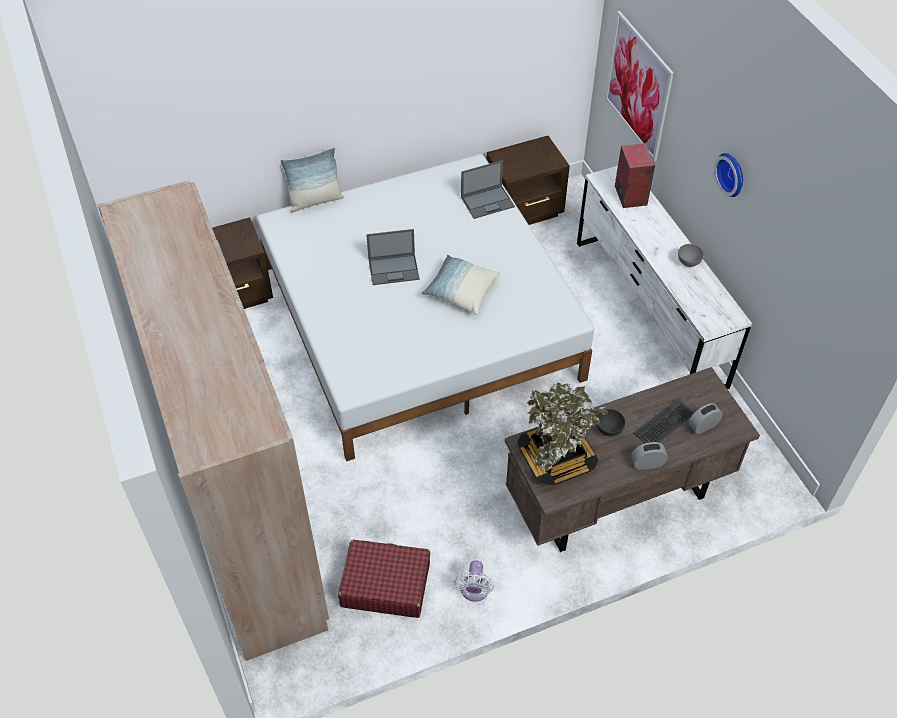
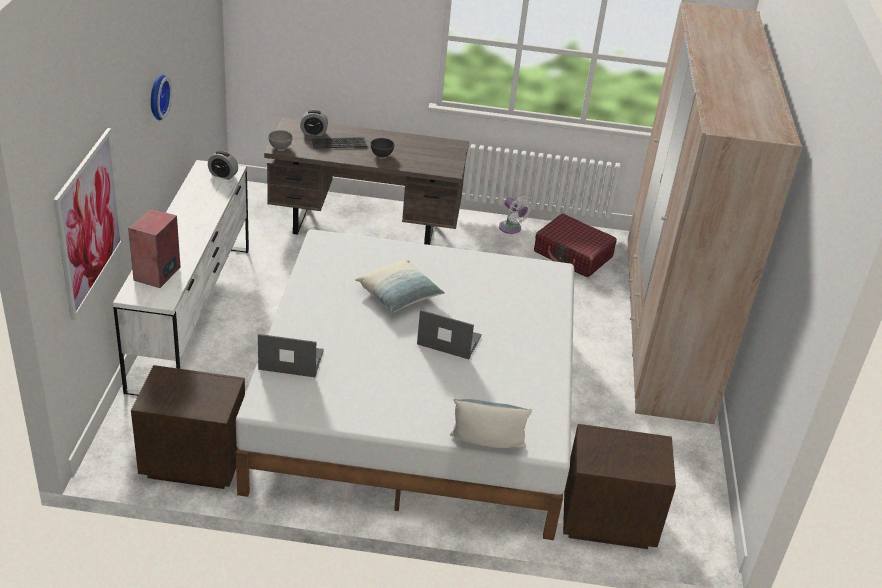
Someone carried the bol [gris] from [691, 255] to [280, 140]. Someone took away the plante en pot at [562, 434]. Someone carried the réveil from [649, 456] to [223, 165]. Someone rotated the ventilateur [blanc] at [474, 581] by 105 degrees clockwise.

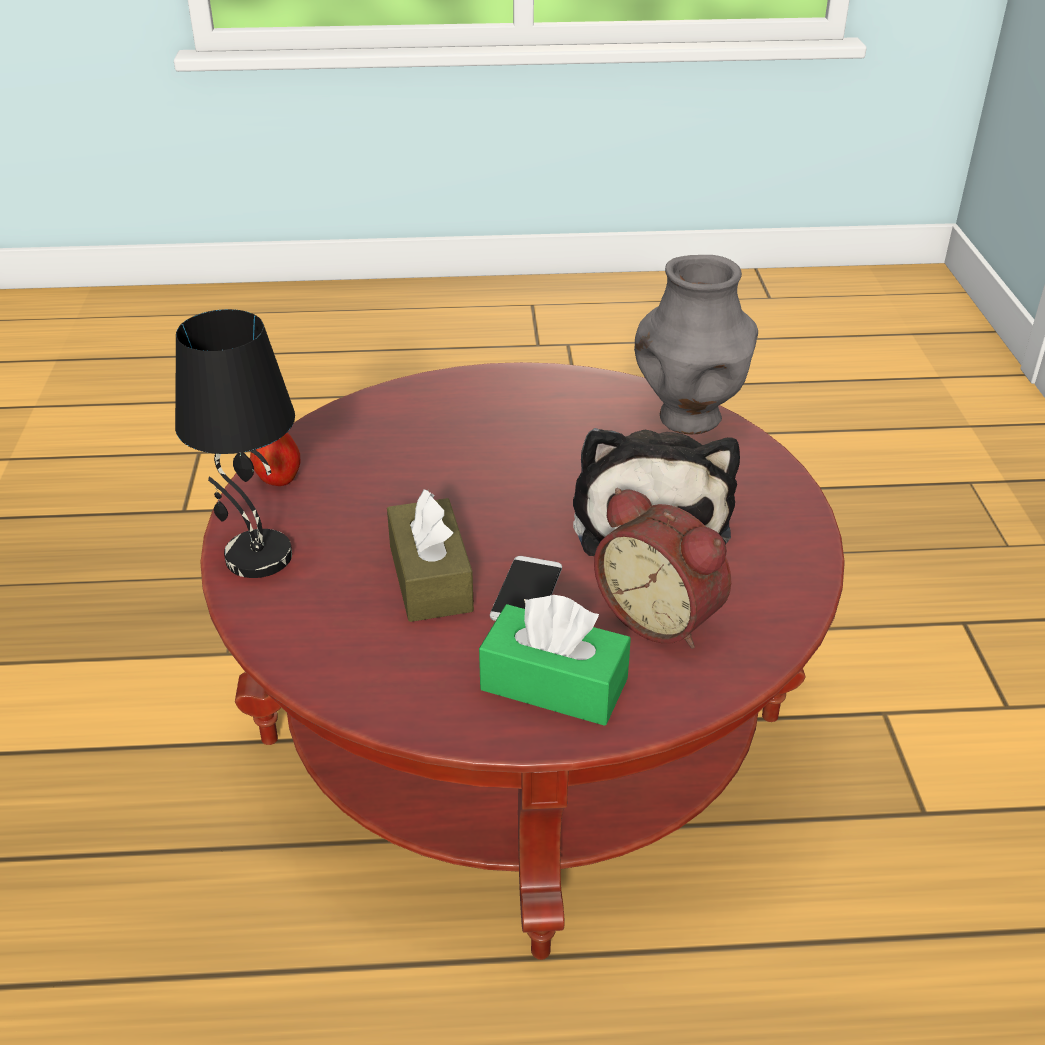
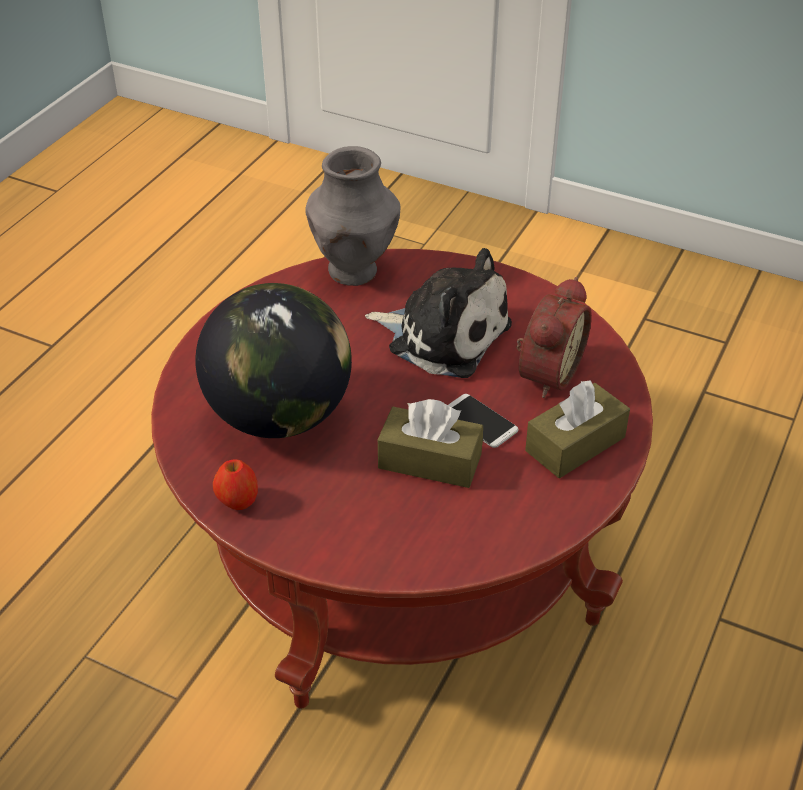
Someone took away the lampe de table [noir] at [235, 443]. Someone rotated the réveil at [662, 568] by 45 degrees counterclockwise. Someone repainted the boîte à mouchoirs [vert] at [555, 660], which became the boîte à mouchoirs [marron] at [577, 429]. Someone put down the globe at [273, 360].

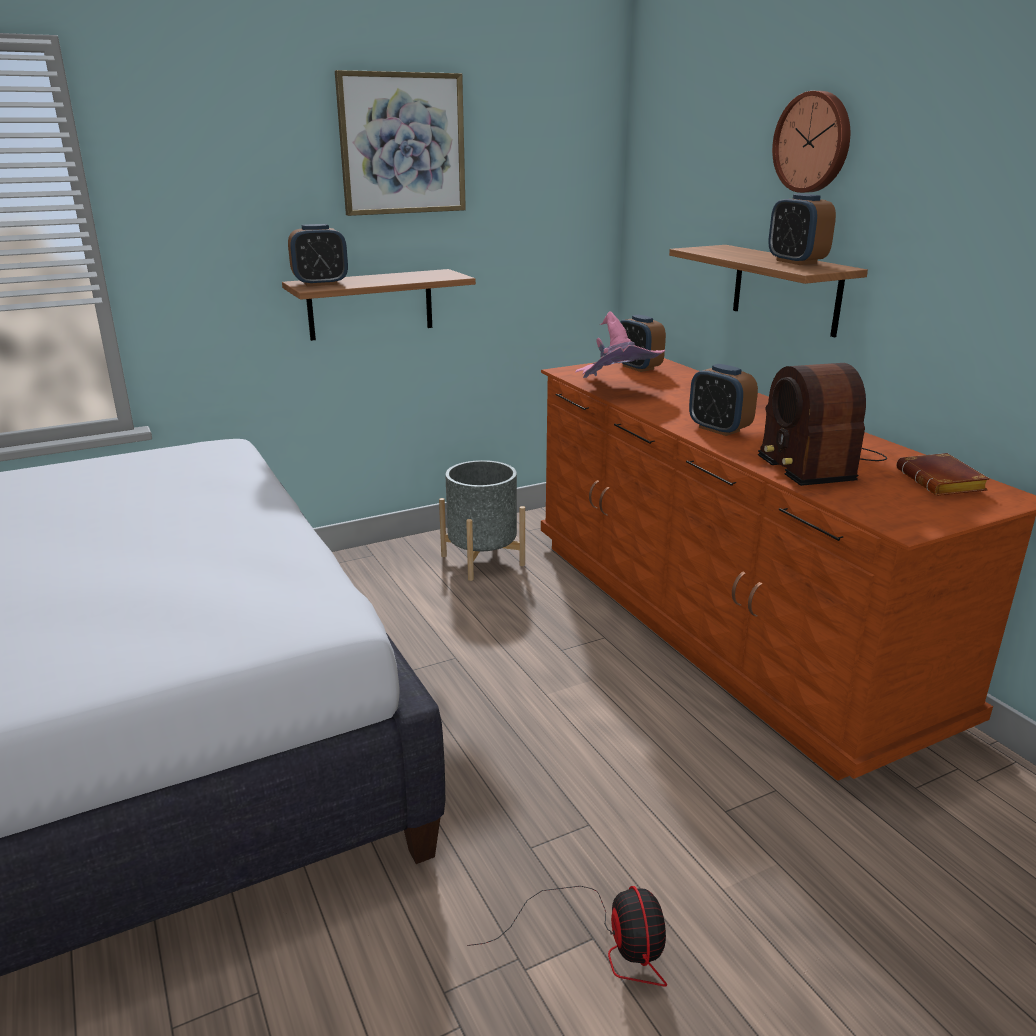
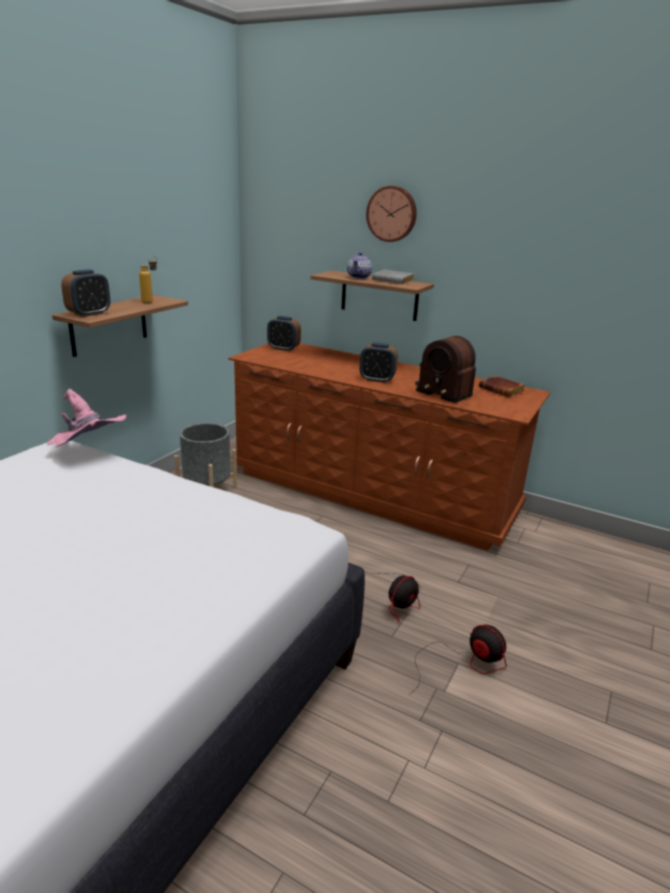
Someone took away the tableau at [400, 143]. Someone swapped the réveil at [802, 229] for the livre [gris] at [393, 276]. Someone carried the chapeau [rose] from [620, 344] to [86, 418]. Someone put down the théière at [359, 265]. Someone put down the bouteille at [148, 279]. Someone put down the ventilateur at [393, 596].

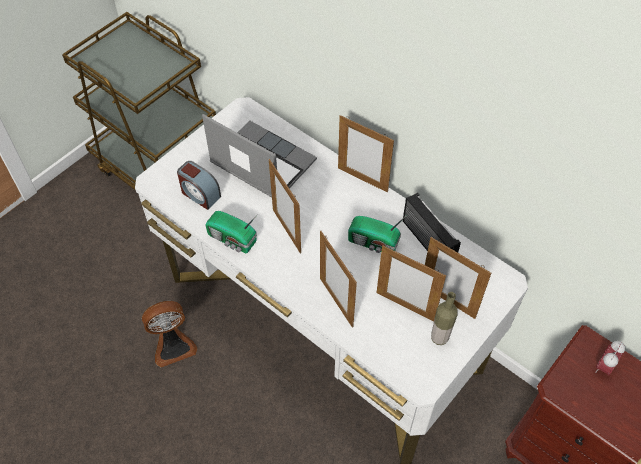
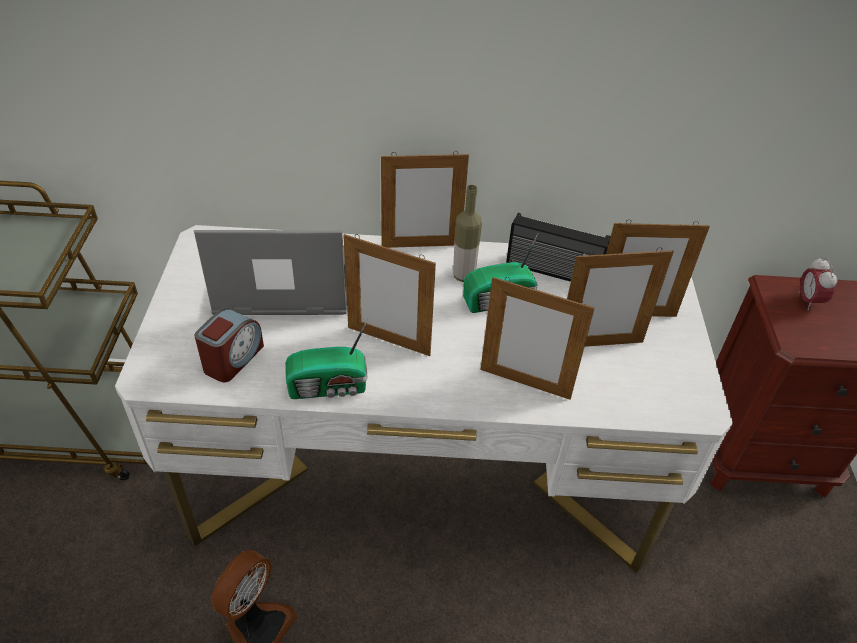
Someone rotated the réveil at [199, 185] by 60 degrees counterclockwise. Someone carried the bouteille from [444, 318] to [467, 233].

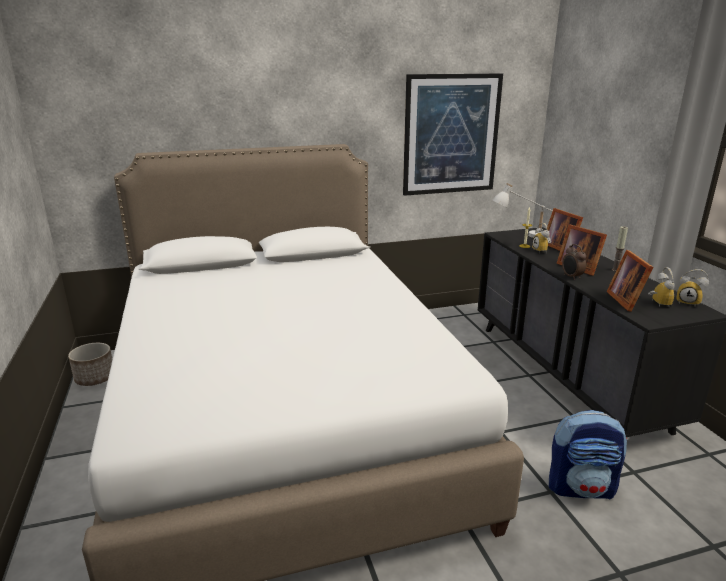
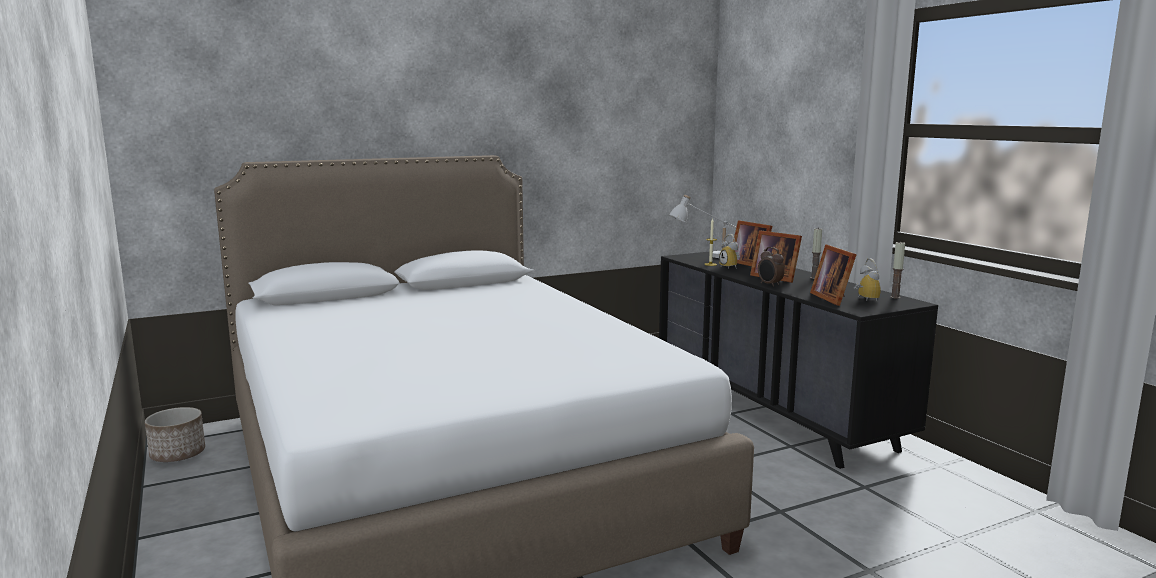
Someone took away the tableau at [453, 134]. Someone swapped the réveil at [692, 287] for the bougie at [897, 270]. Someone took away the sac à dos at [588, 455].

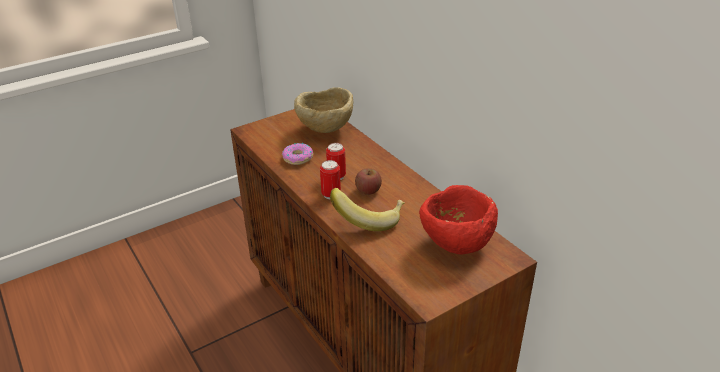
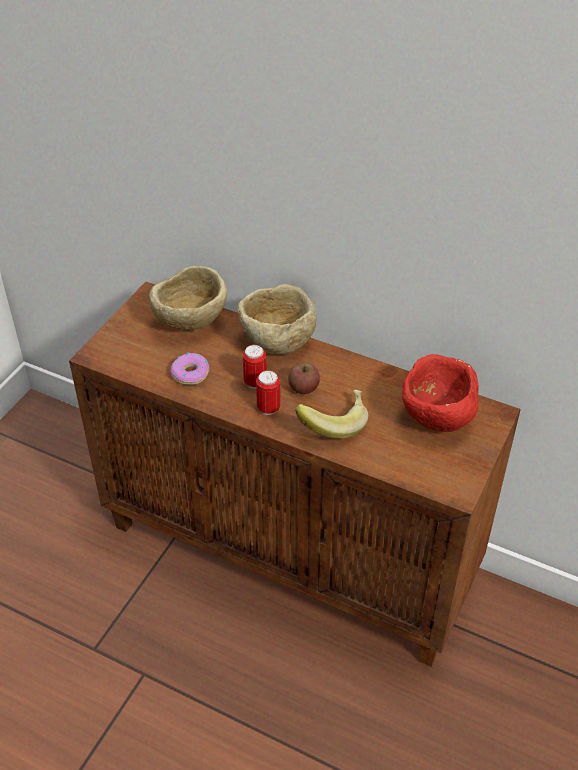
Someone put down the bol [beige] at [277, 319].

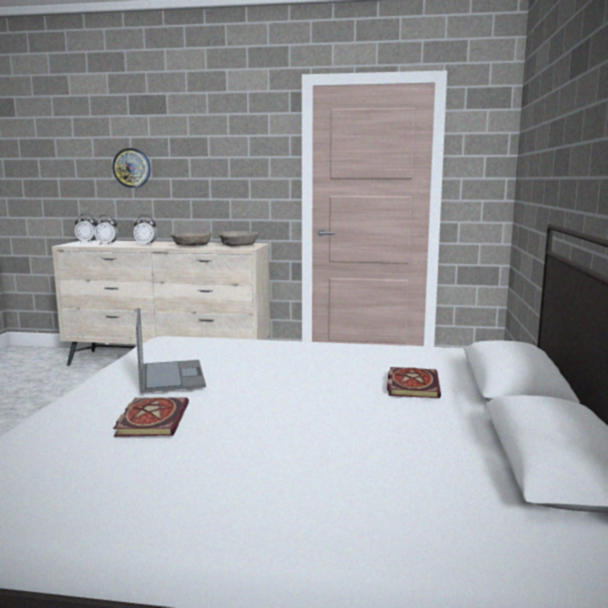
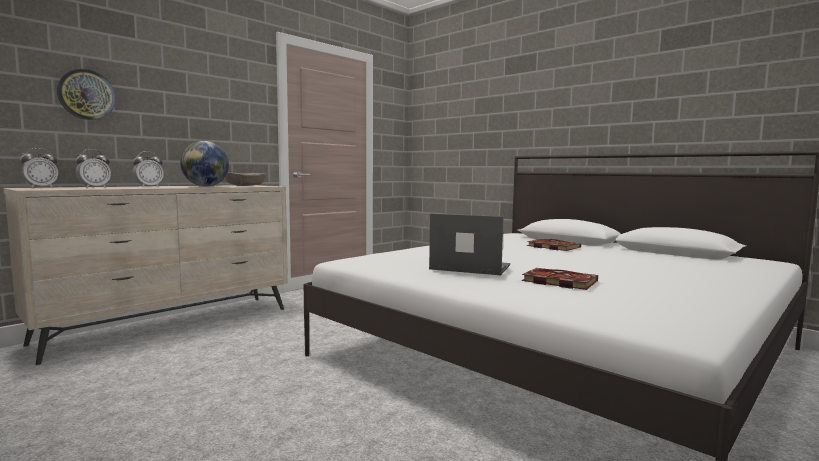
Someone swapped the bol [beige] at [191, 239] for the globe at [204, 164].

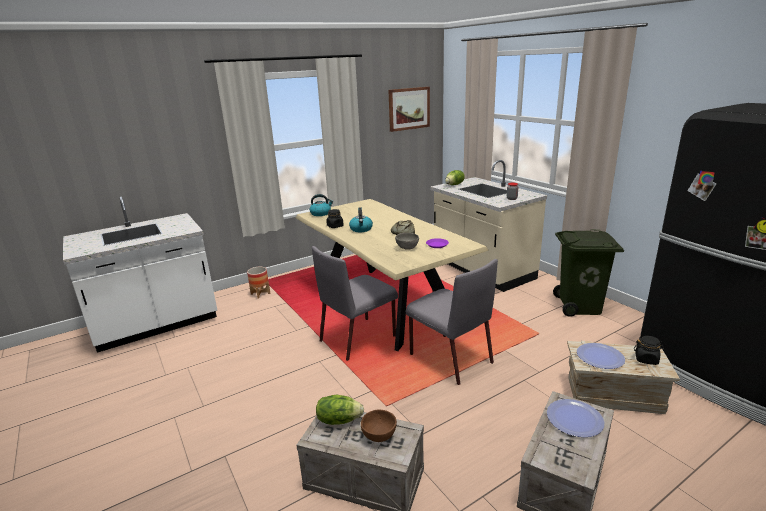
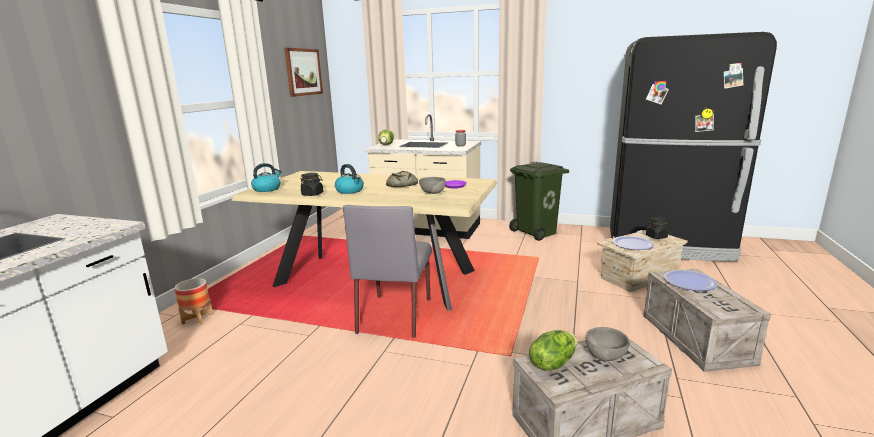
Someone took away the chaise [gris] at [452, 322]. Someone repainted the bol [marron] at [379, 426], which became the bol [gris] at [607, 344].

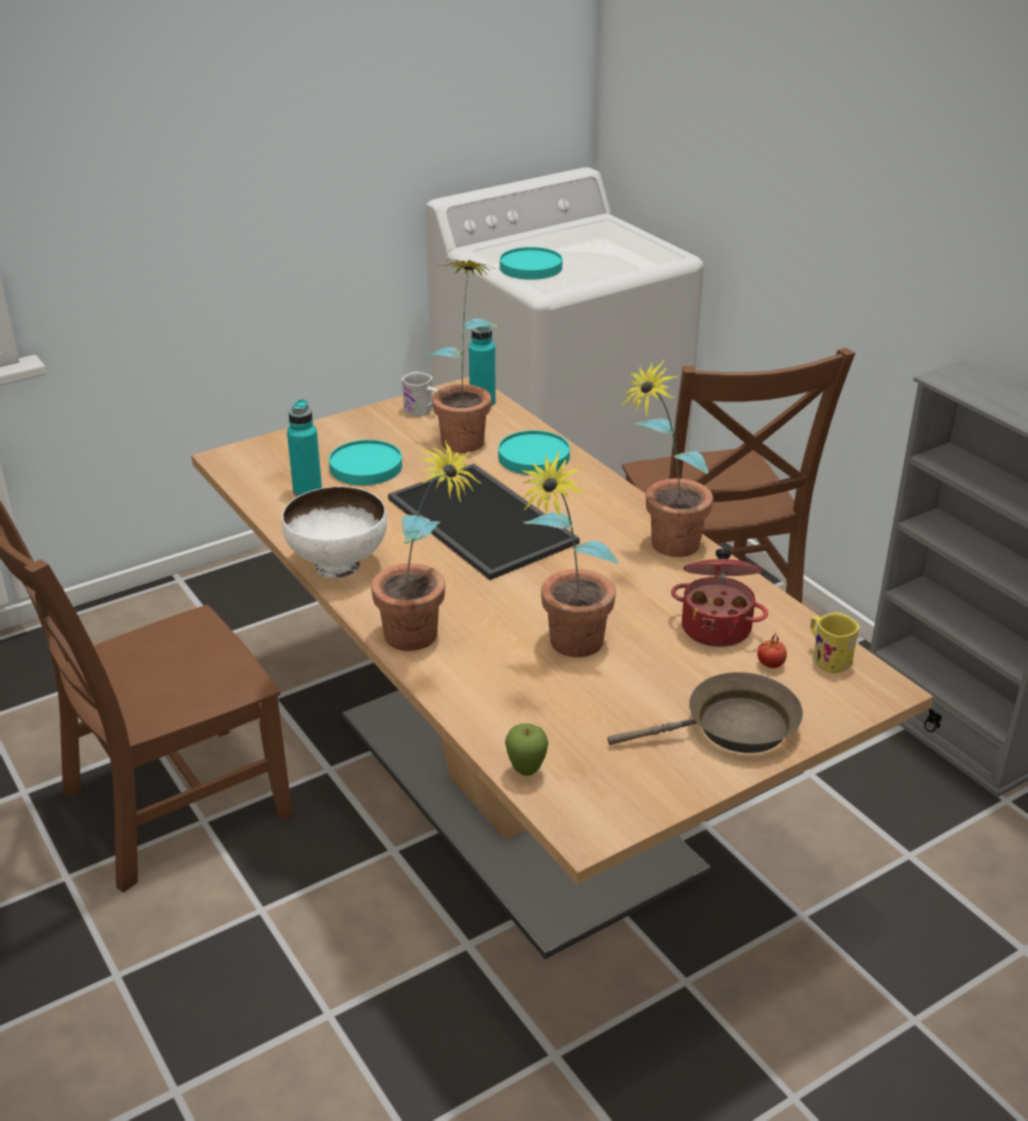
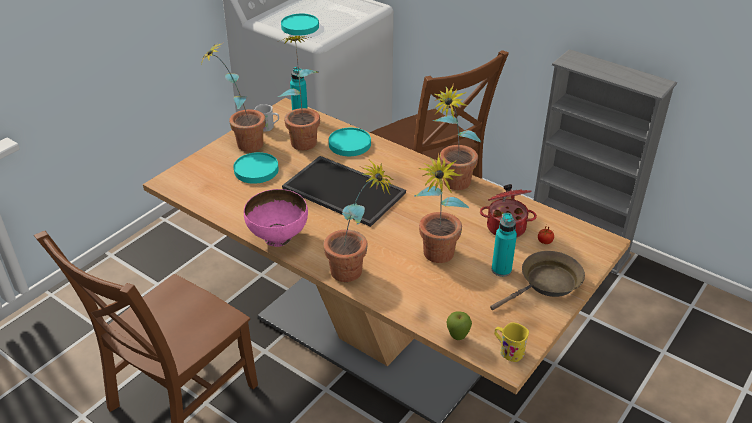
Someone carried the bouteille [turquoise] from [304, 448] to [504, 245]. Someone repainted the bol [blanc] at [334, 532], which became the bol [rose] at [276, 218]. Someone carried the mug [jaune] from [835, 642] to [512, 342]. Someone put down the plante en pot at [233, 97].

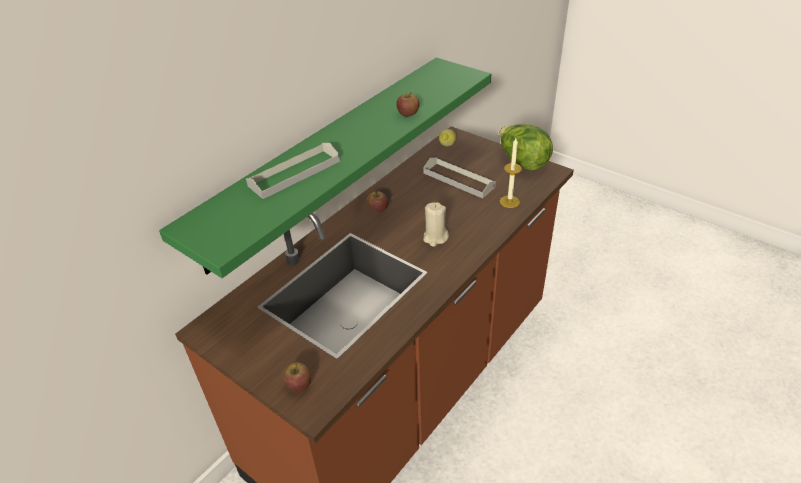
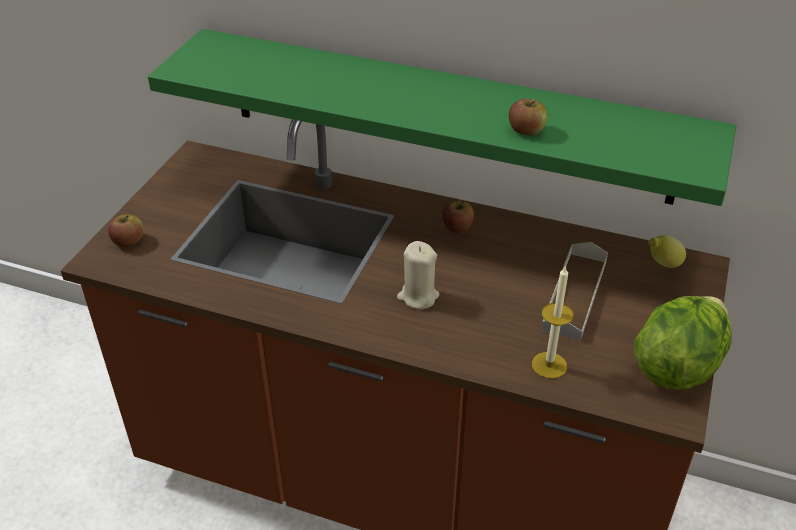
Someone took away the plateau [gris] at [293, 171].

